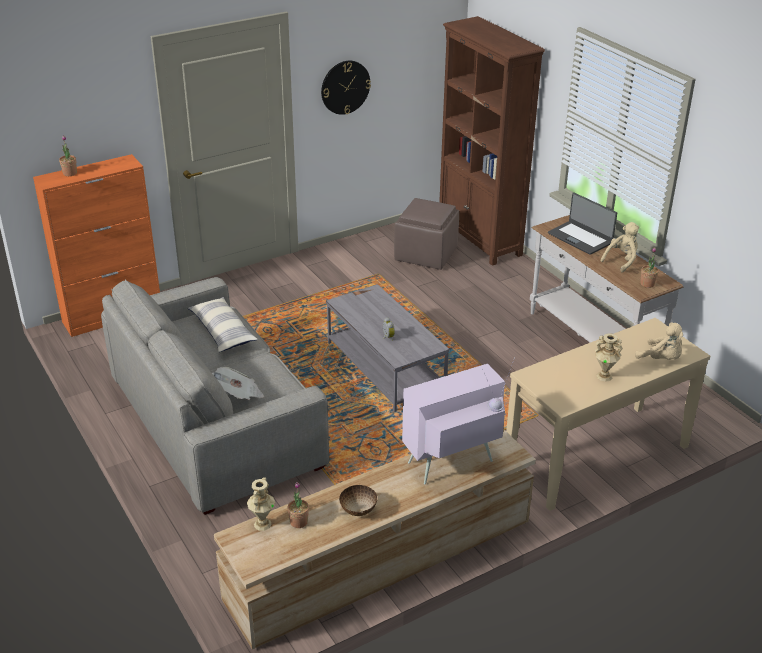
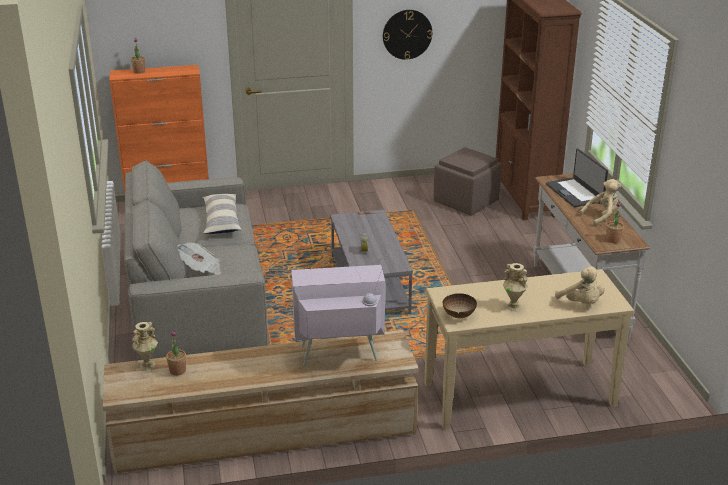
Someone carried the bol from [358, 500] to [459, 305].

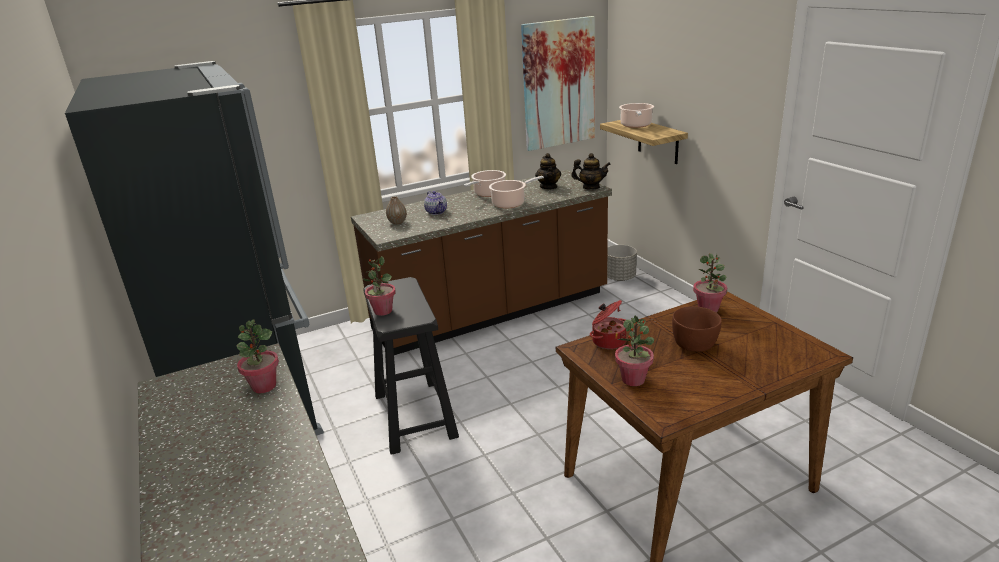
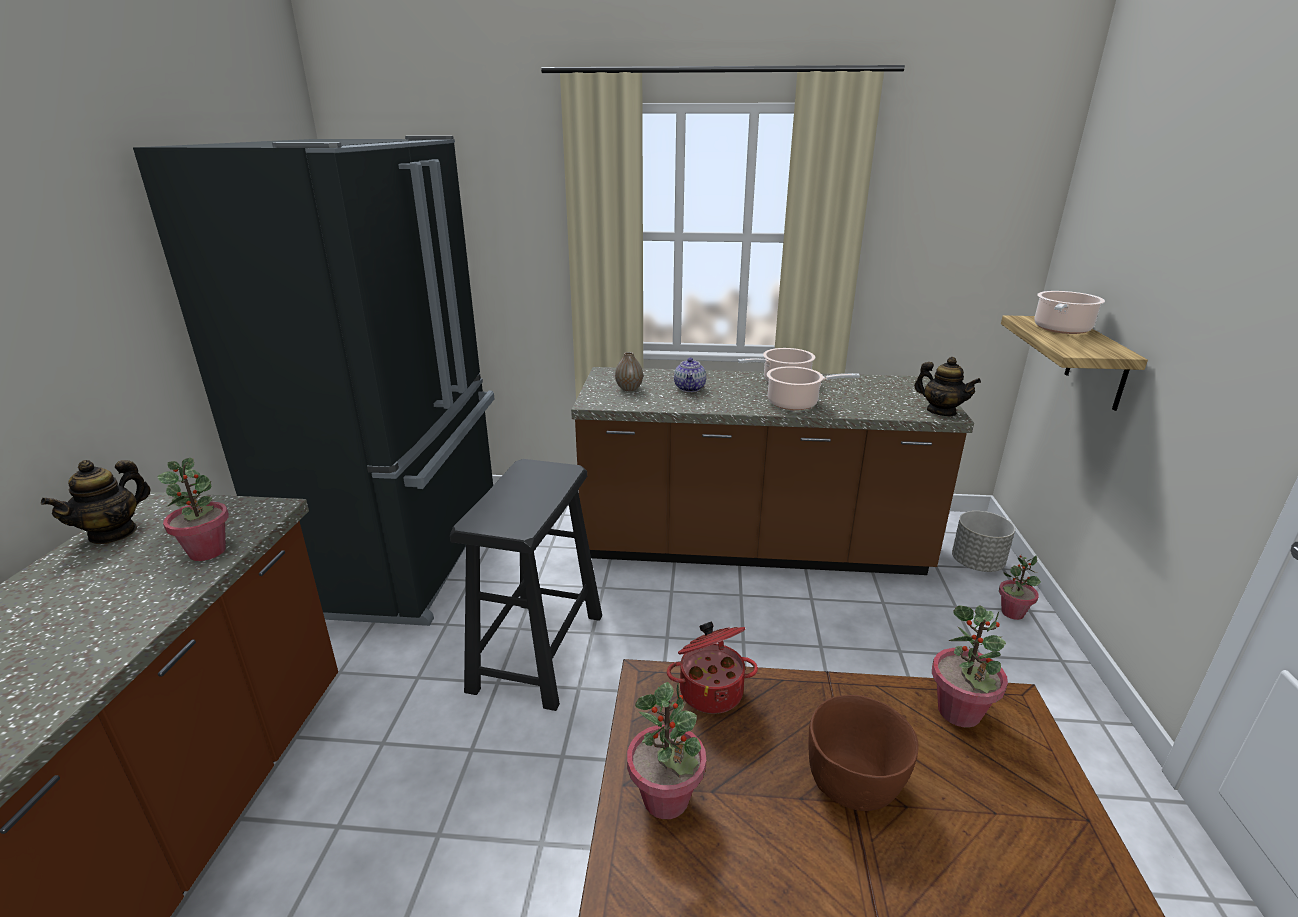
Someone took away the tableau at [558, 83]. Someone carried the théière from [548, 171] to [96, 502]. Someone carried the plante en pot from [379, 286] to [1020, 587].

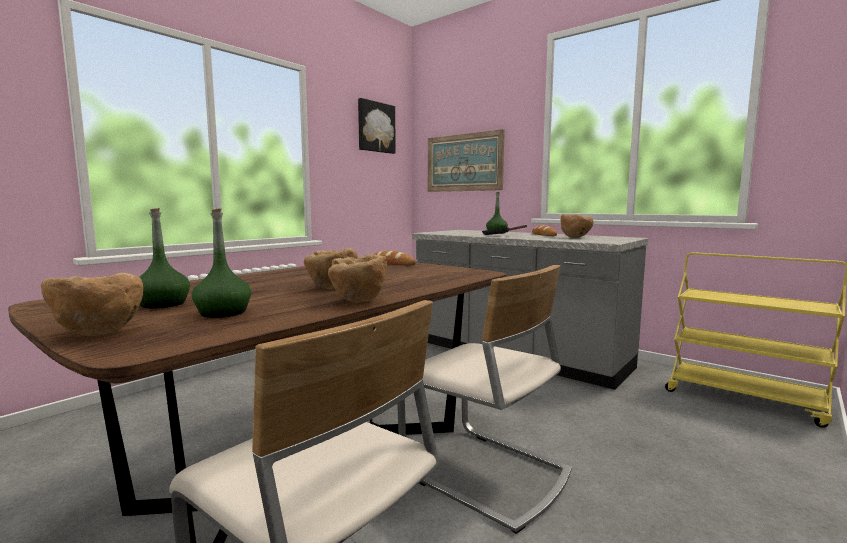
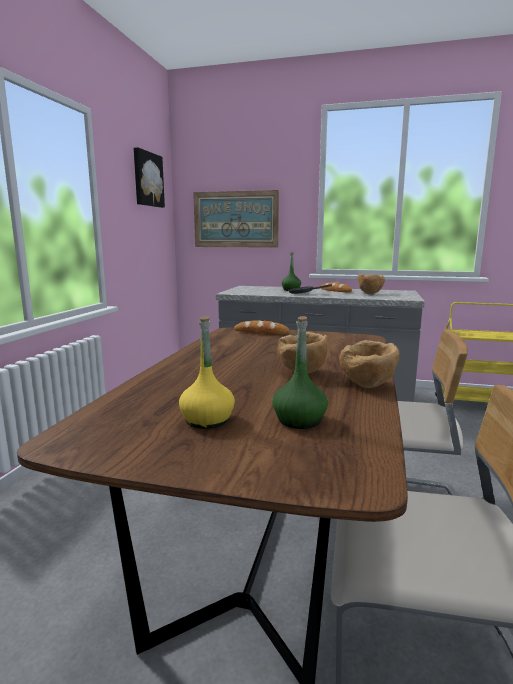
Someone repainted the bouteille [vert] at [164, 258], which became the bouteille [jaune] at [207, 372]. Someone took away the bol [marron] at [92, 304].

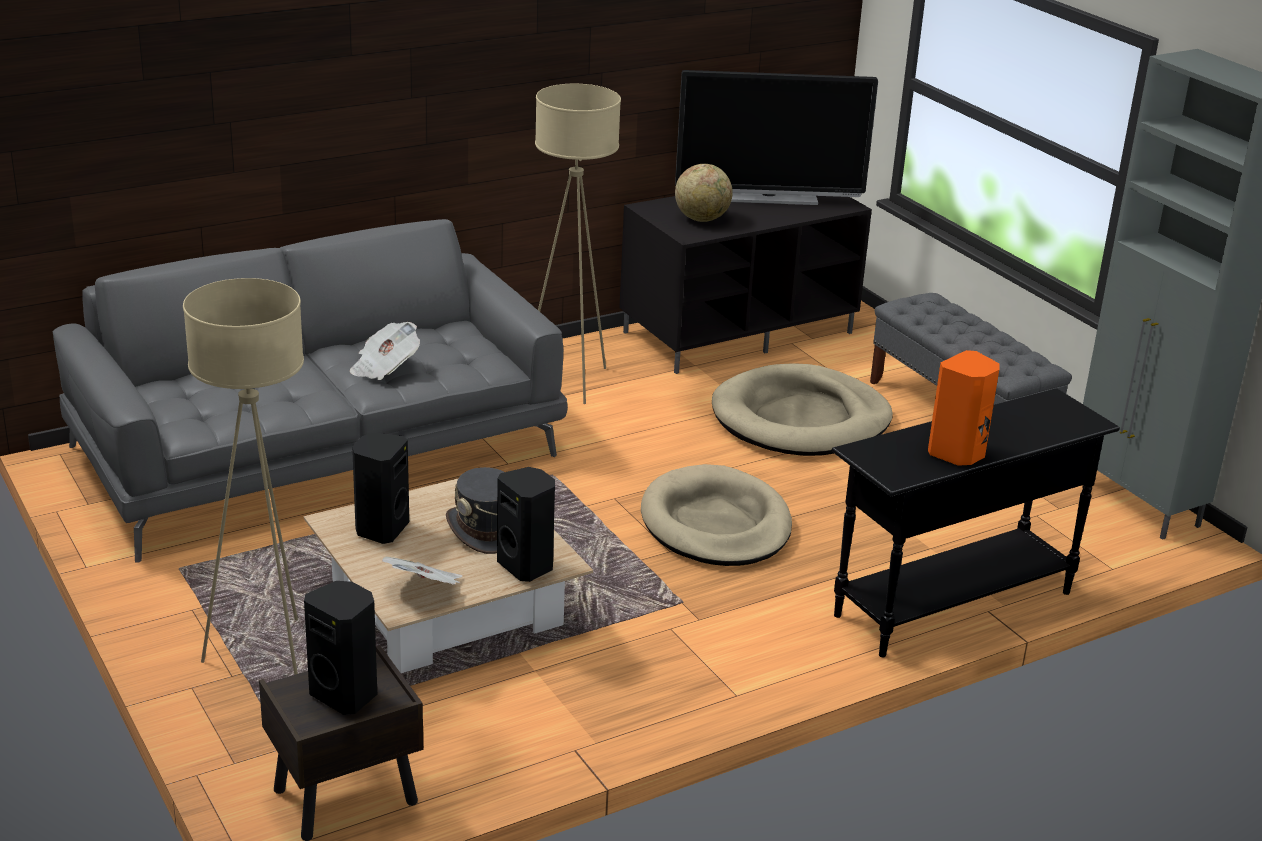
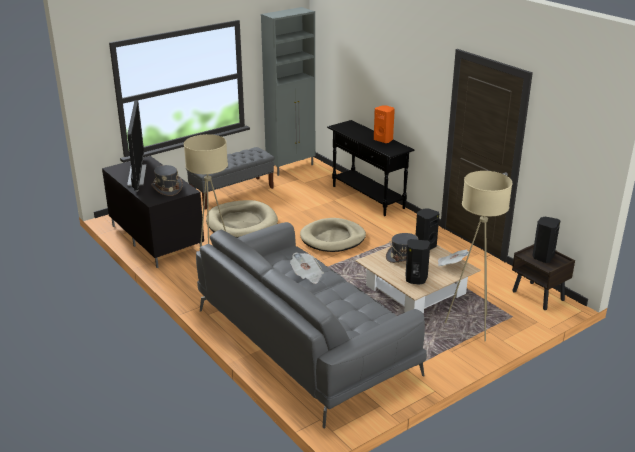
Someone swapped the globe at [704, 193] for the chapeau [gris] at [167, 180].

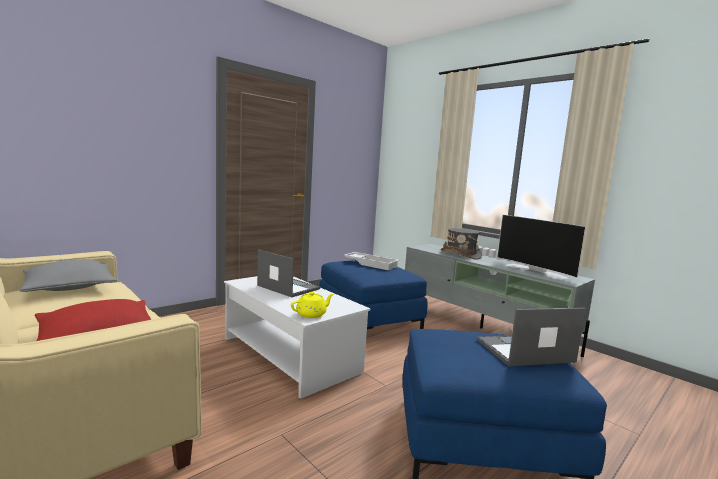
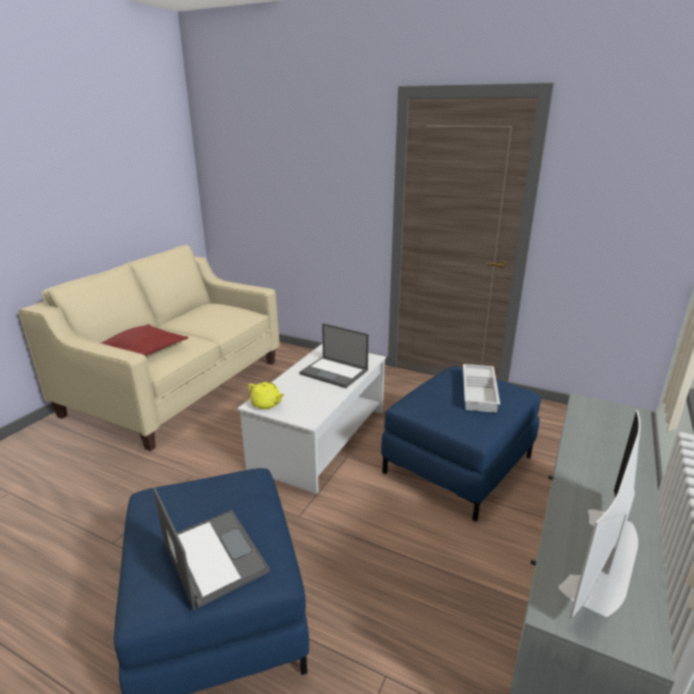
Someone took away the chapeau [gris] at [461, 244]. Someone rotated the ordinateur portable at [288, 273] by 105 degrees clockwise. Someone took away the coussin [gris] at [68, 275].

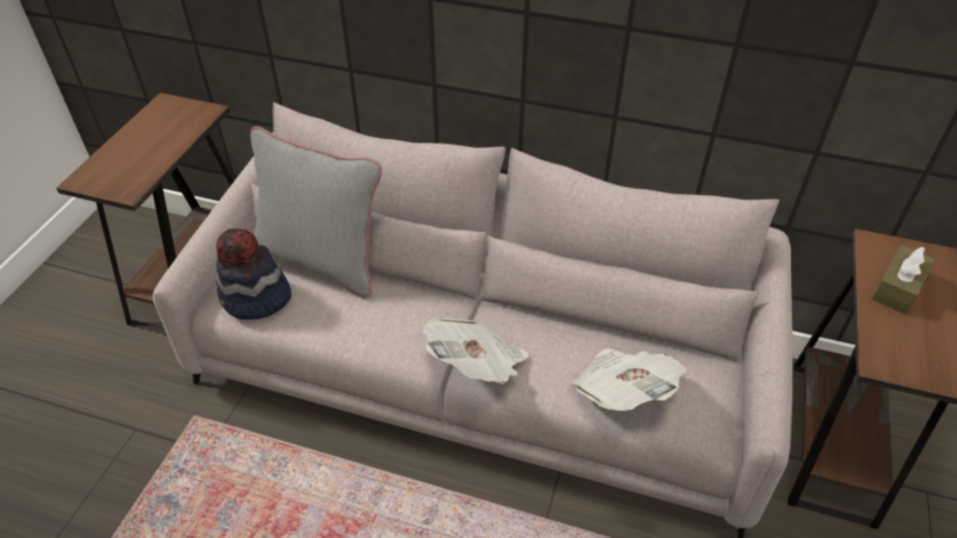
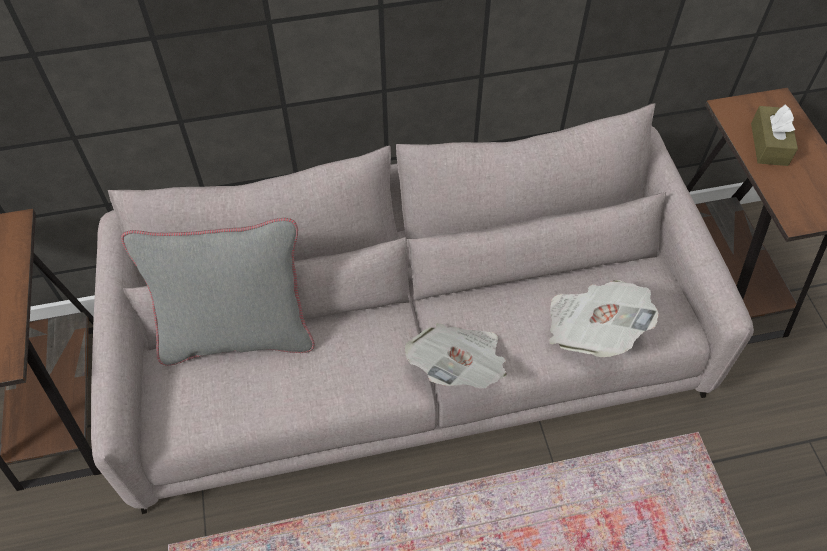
Someone took away the chapeau at [253, 274].

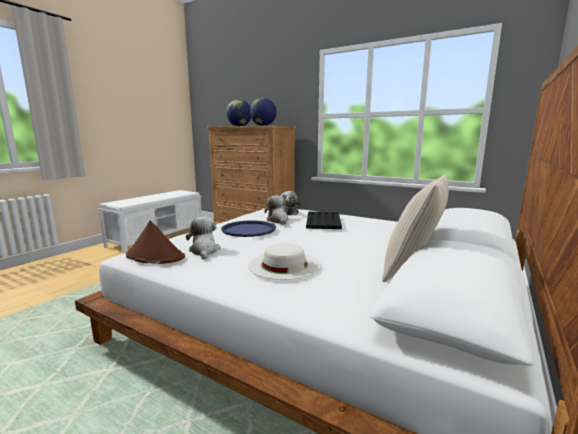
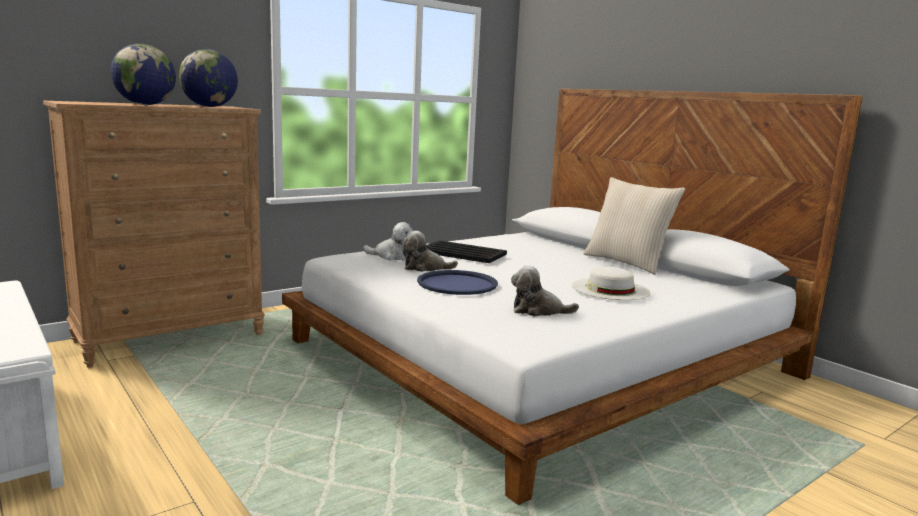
Someone took away the chapeau [marron] at [155, 242].

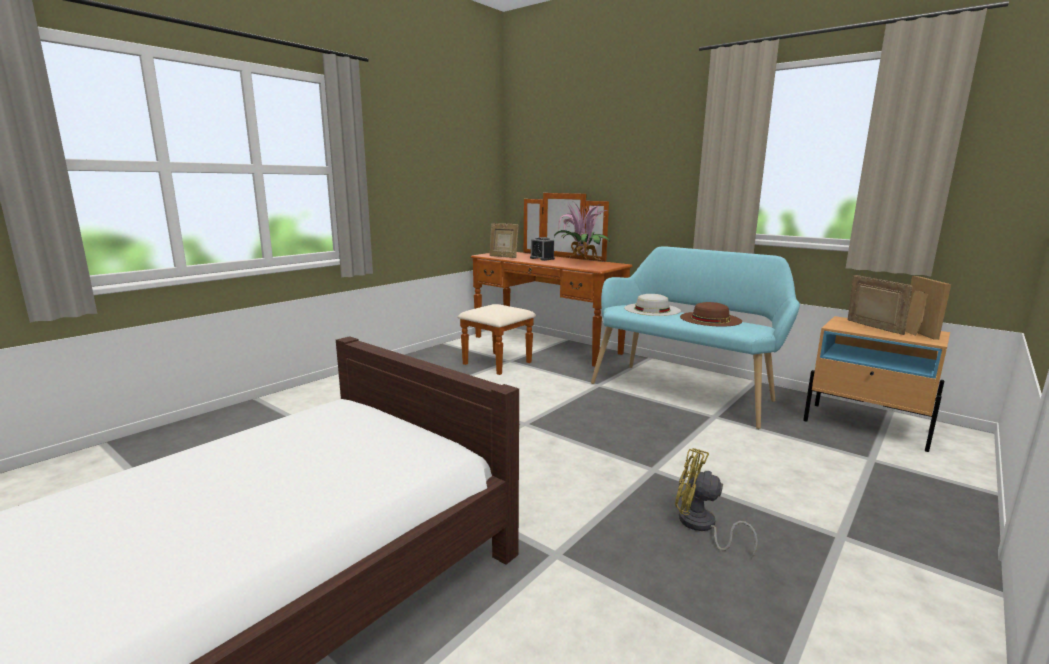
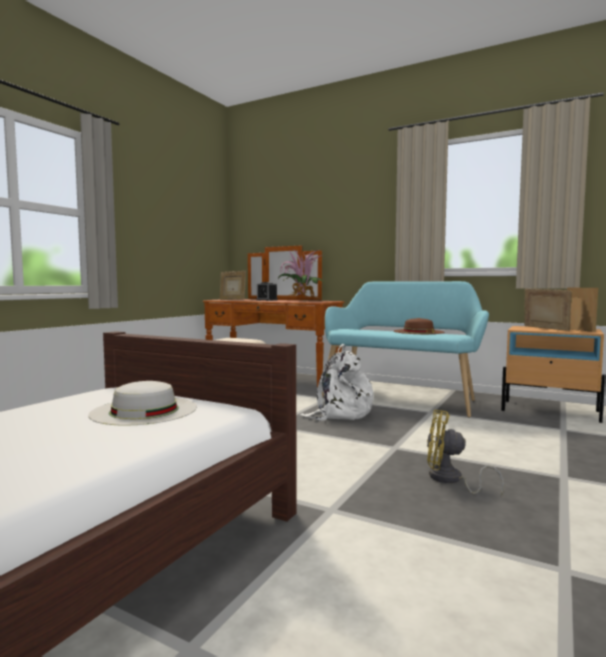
Someone carried the chapeau [blanc] from [652, 305] to [142, 403]. Someone put down the sac à dos [blanc] at [336, 382].

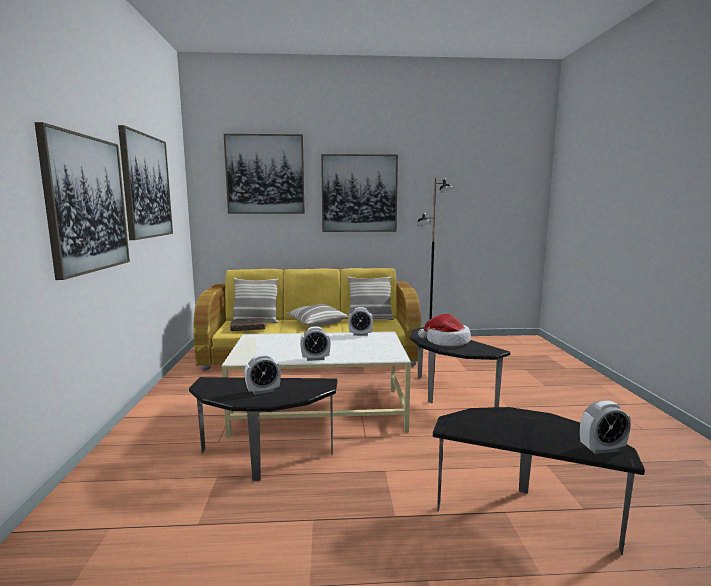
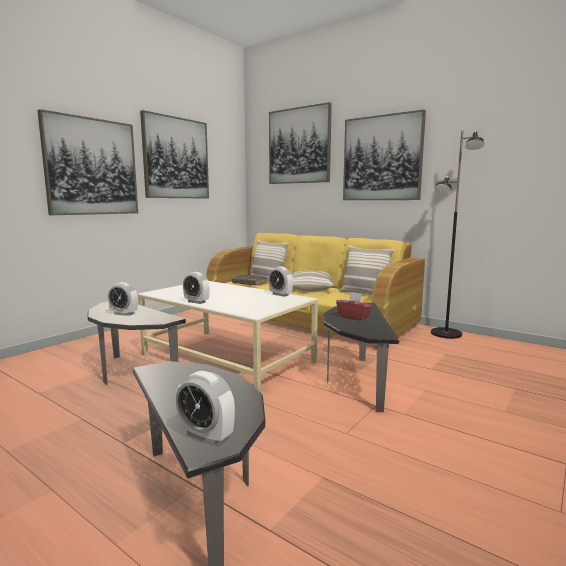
Someone swapped the chapeau at [444, 330] for the boîte à mouchoirs [rouge] at [354, 306].

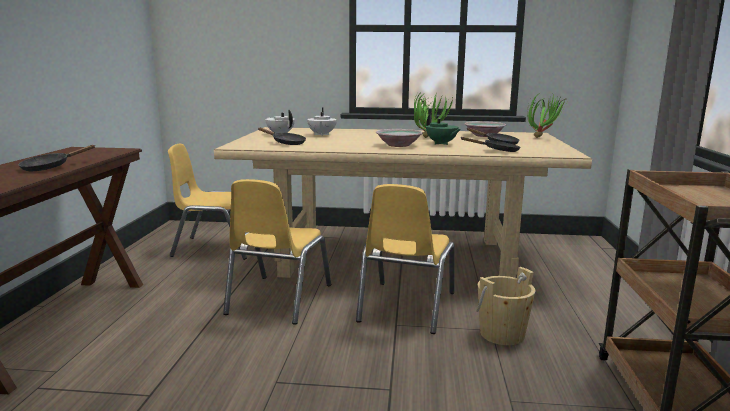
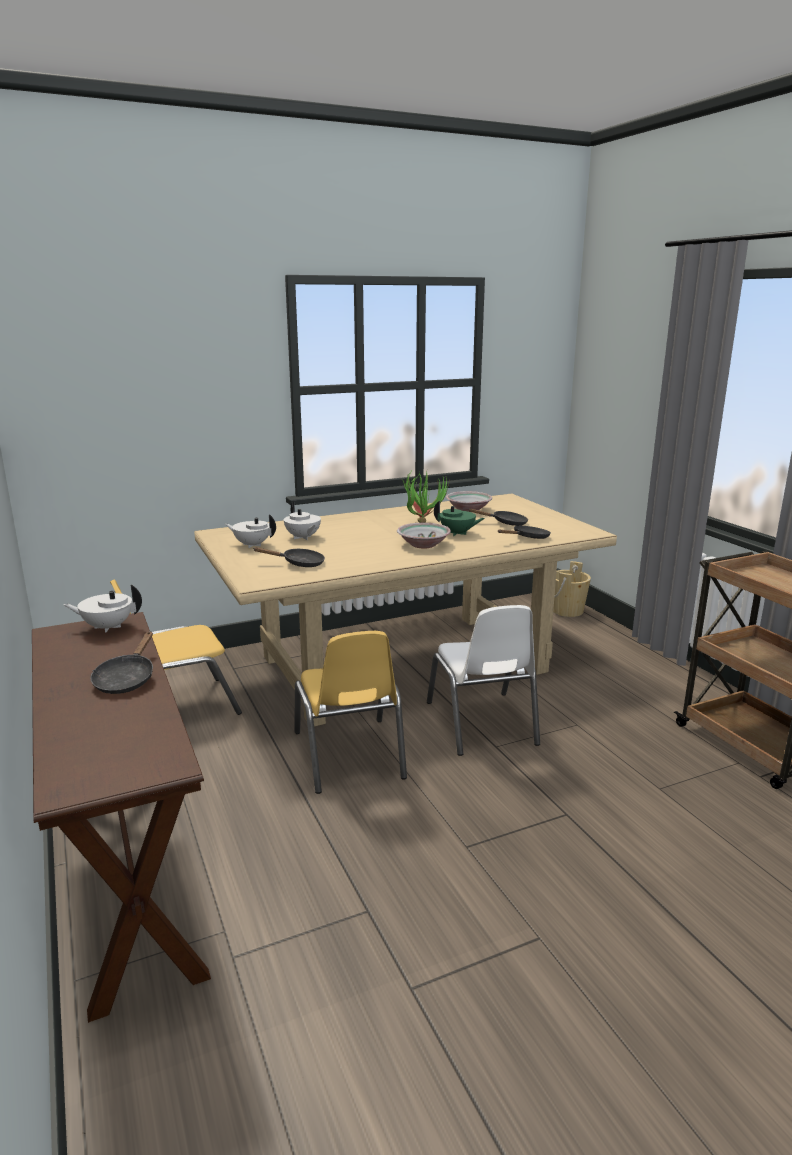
Someone took away the plante en pot at [546, 115]. Someone repainted the chaise [jaune] at [405, 259], which became the chaise [blanc] at [483, 680]. Someone carried the seau [beige] from [506, 306] to [572, 589]. Someone put down the théière [blanc] at [102, 608].

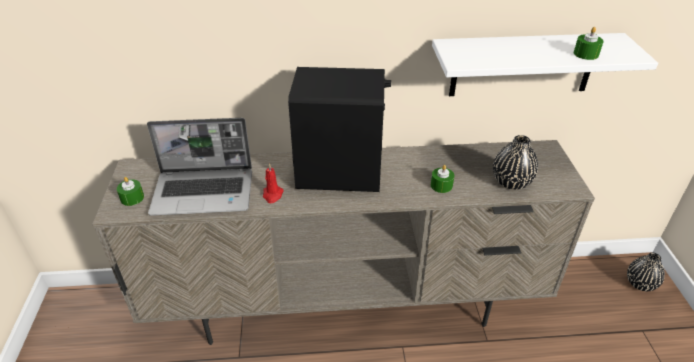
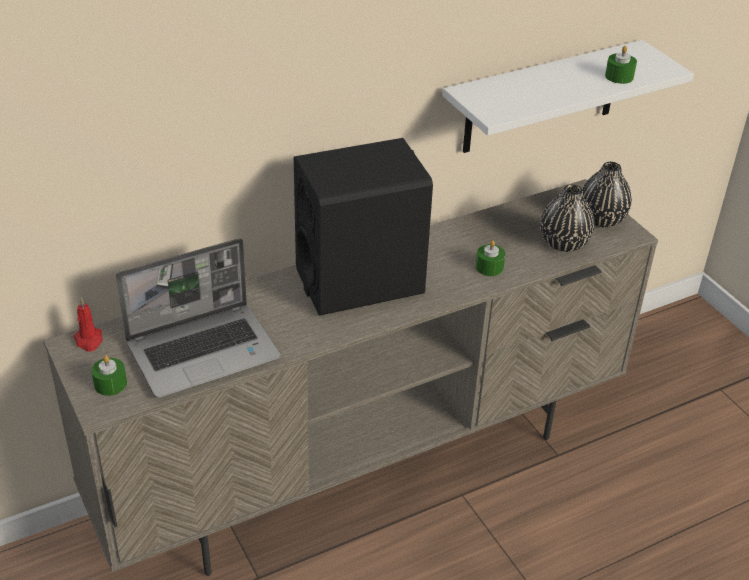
Someone carried the bougie [rouge] from [273, 183] to [88, 325]. Someone carried the vase [noir] from [646, 272] to [607, 194].

